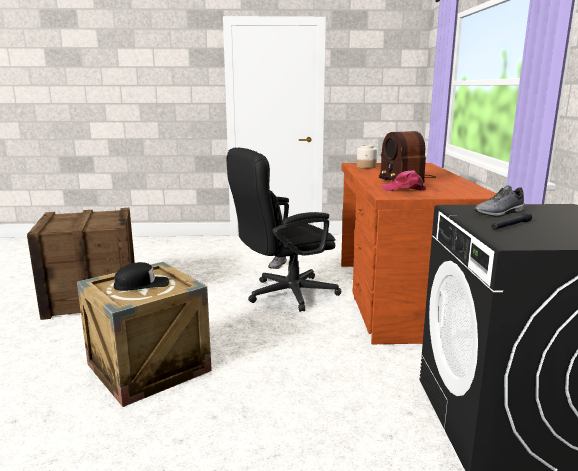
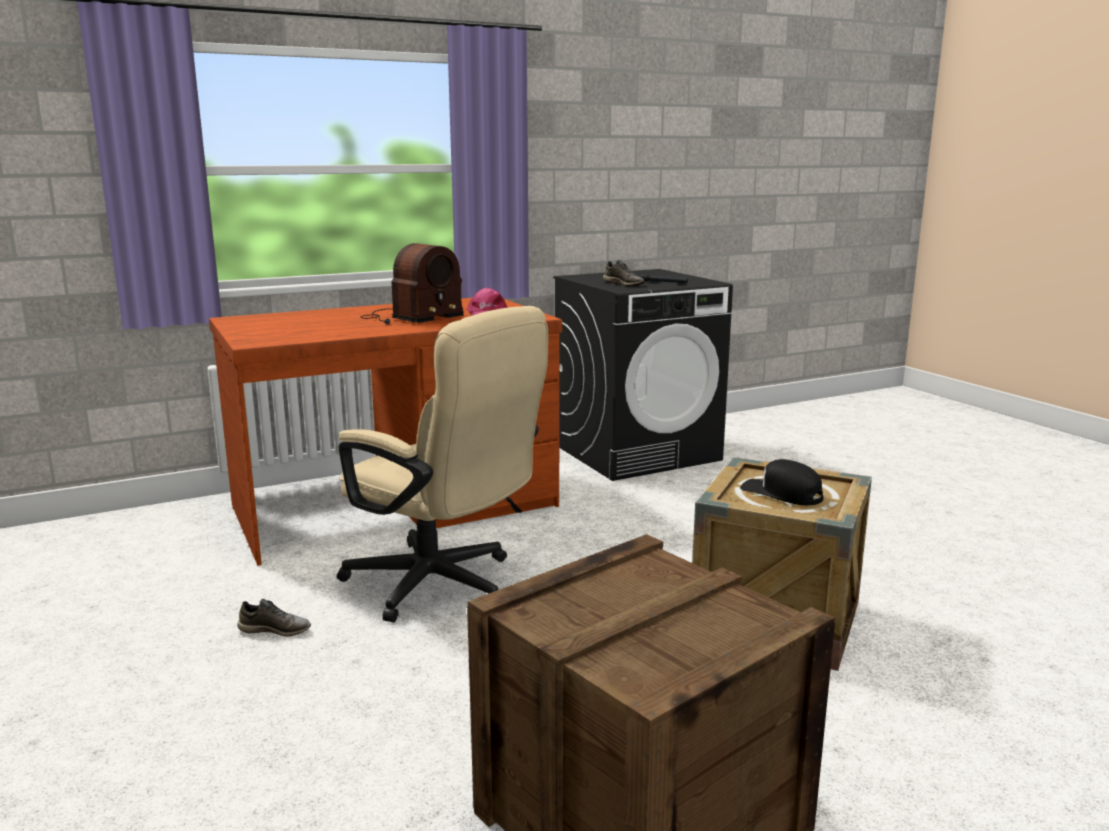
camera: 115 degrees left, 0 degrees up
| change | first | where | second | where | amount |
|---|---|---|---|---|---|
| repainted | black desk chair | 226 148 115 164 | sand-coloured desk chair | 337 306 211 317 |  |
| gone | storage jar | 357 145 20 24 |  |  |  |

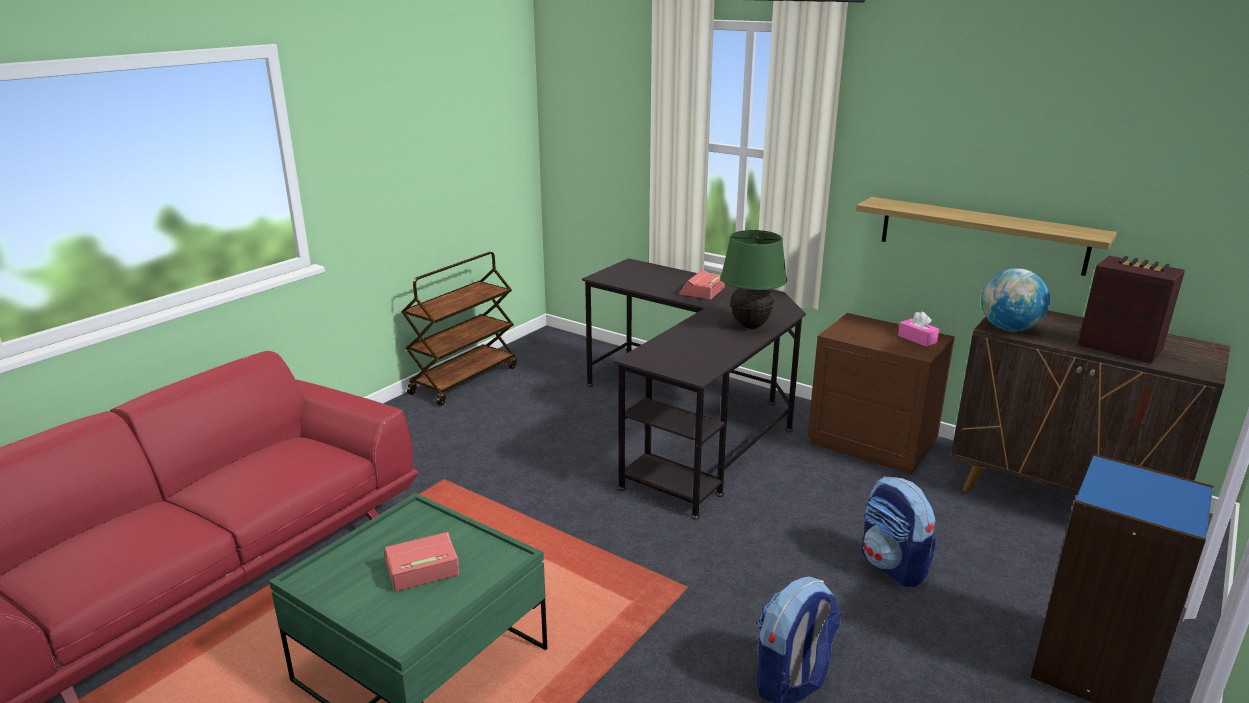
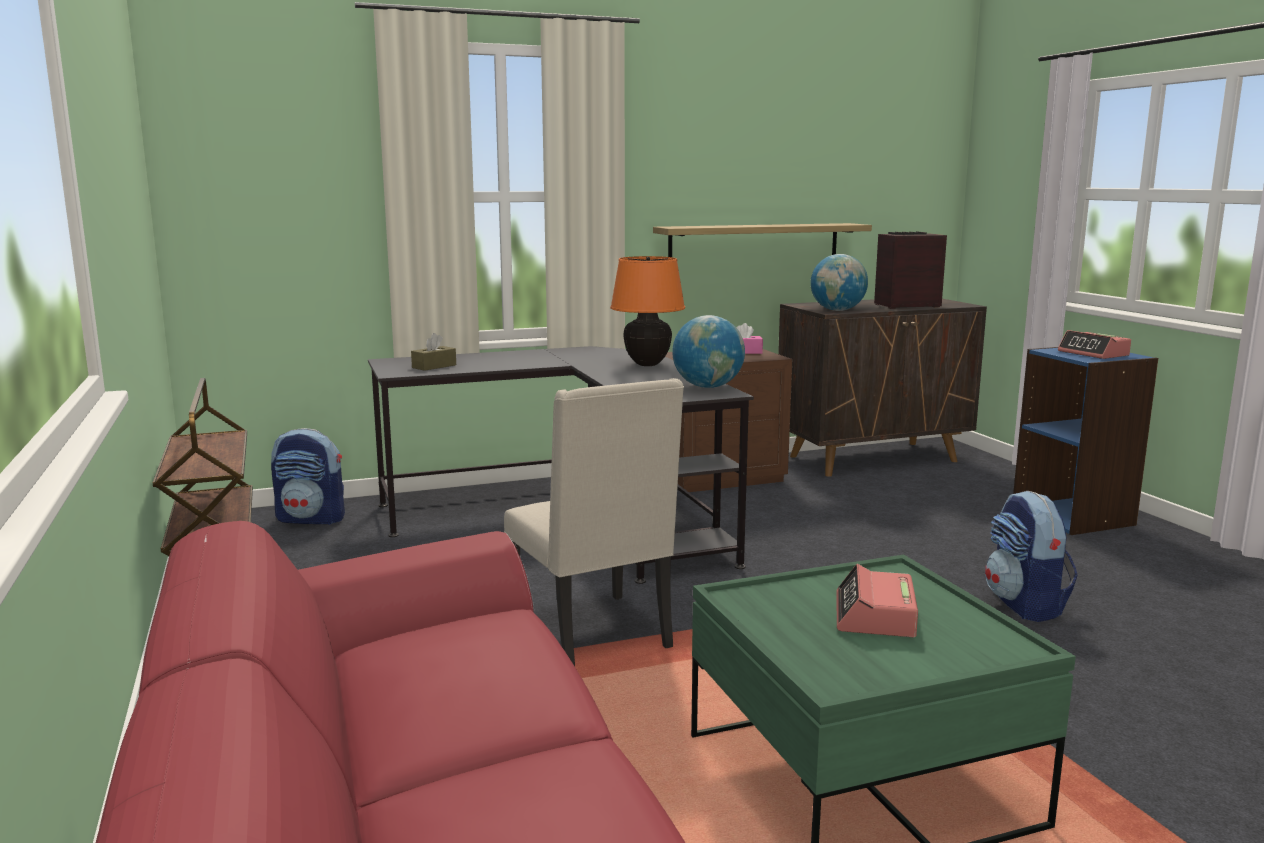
camera: 55 degrees left, 10 degrees down
| change | first | where | second | where | amount |
|---|---|---|---|---|---|
| shifted | rucksack | 861 476 76 111 |  | 271 428 74 97 |  |
| new |  |  | brownish box of tissues | 411 333 45 38 |  |
| new |  |  | sand-coloured chair | 504 378 180 288 |  |
| repainted | green-coloured table lamp | 720 230 67 99 | orange-coloured table lamp | 610 256 75 110 |  |
| new |  |  | globe | 672 315 73 73 |  |
| shifted | bedside clock | 680 269 45 30 |  | 1058 330 73 29 |  |

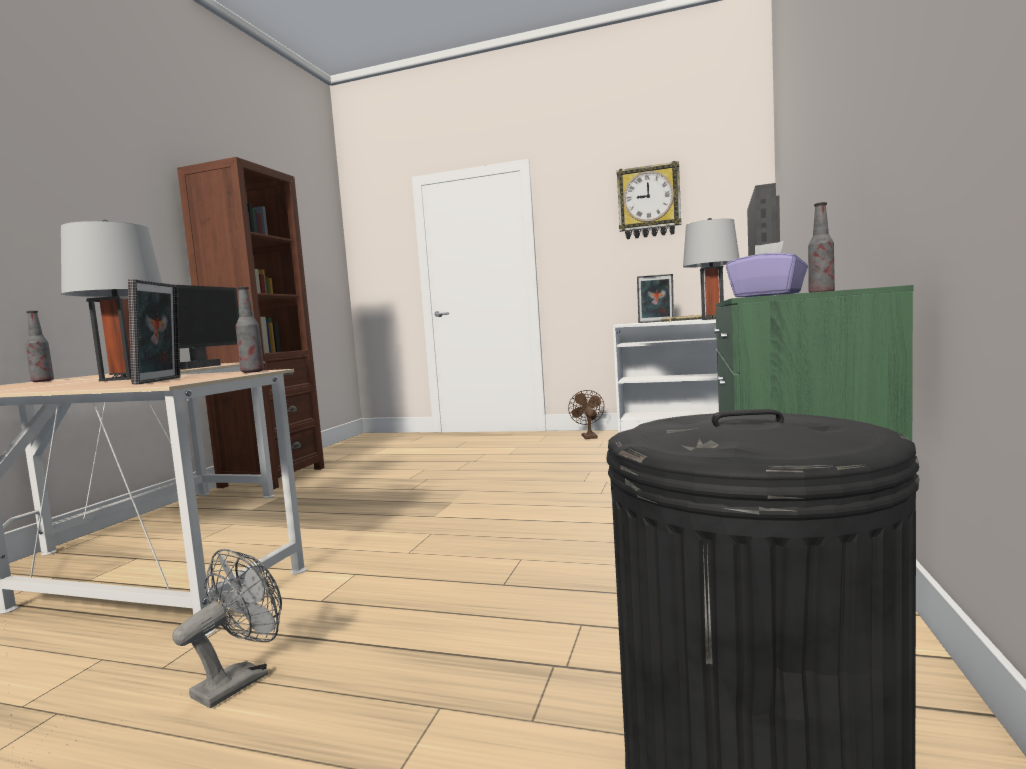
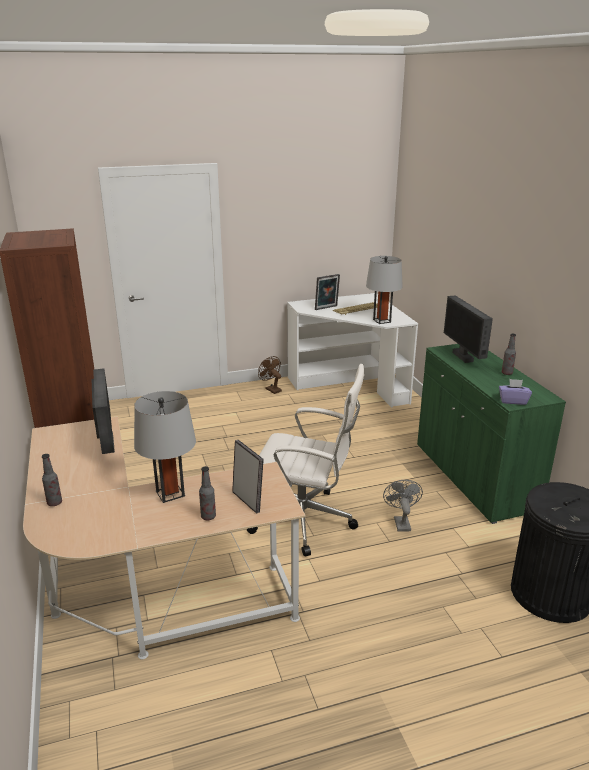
camera: 35 degrees left, 20 degrees up
| change | first | where | second | where | amount |
|---|---|---|---|---|---|
| shifted | drink bottle | 235 287 29 86 |  | 199 466 17 54 |  |
| new |  |  | white desk chair | 247 364 117 193 |  |
| shifted | grey electric fan | 172 549 110 159 |  | 383 480 40 52 |  |
| gone | clock on the wall | 616 161 65 78 |  |  |  |

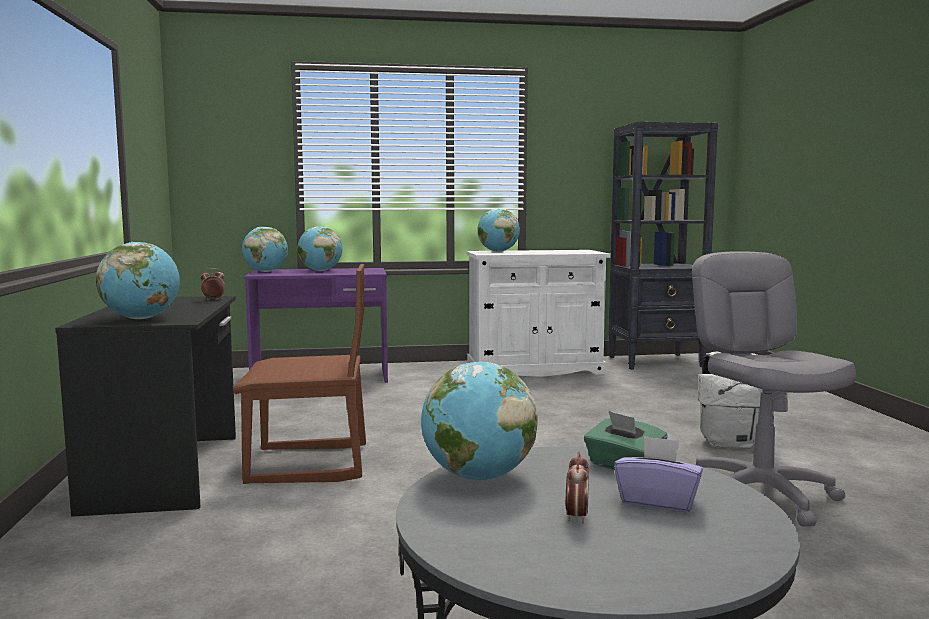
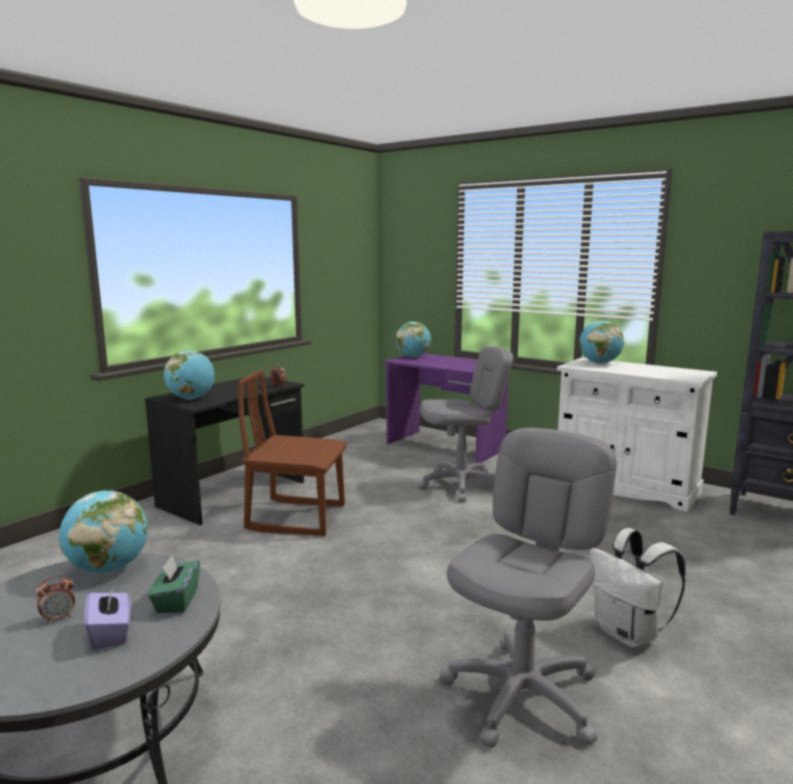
camera: 45 degrees right, 5 degrees up
| change | first | where | second | where | amount |
|---|---|---|---|---|---|
| rotated | brownish chair | 233 264 133 220 |  | 238 370 109 166 | 150 degrees clockwise |
| new |  |  | grey desk chair | 418 346 95 156 |  |
| gone | globe | 298 226 44 45 |  |  |  |

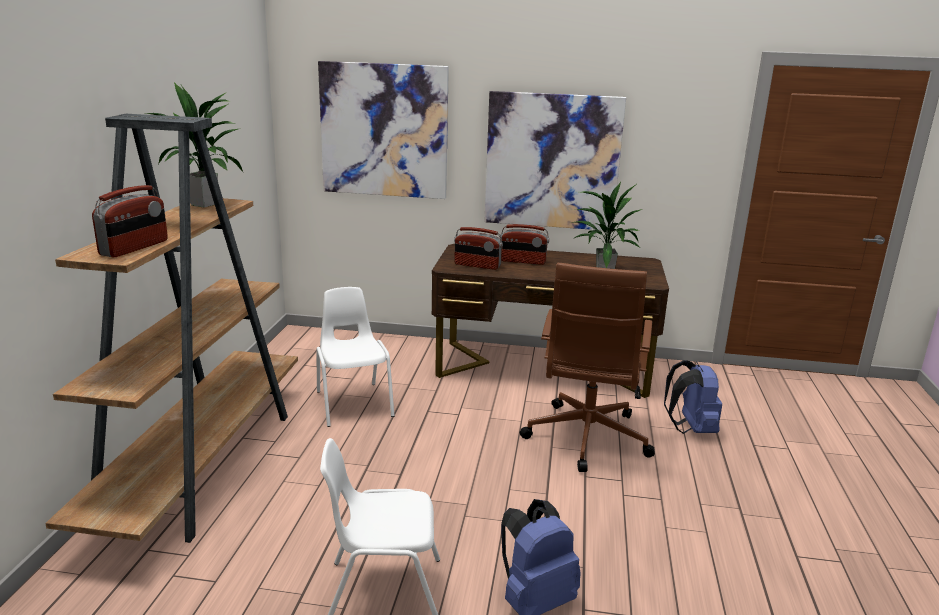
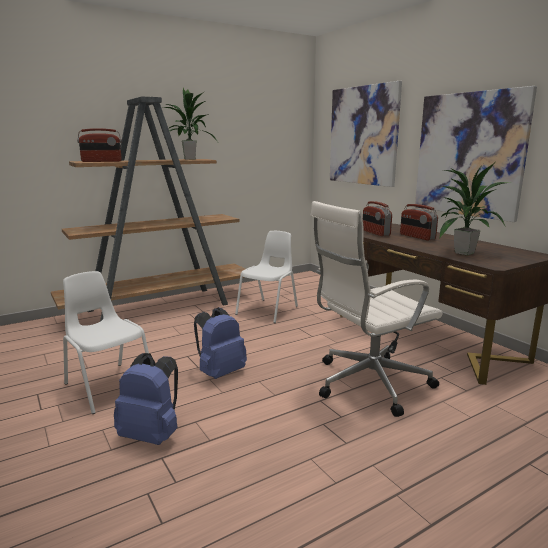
camera: 50 degrees right, 5 degrees down
| change | first | where | second | where | amount |
|---|---|---|---|---|---|
| shifted | bluish rucksack | 664 360 58 74 |  | 194 307 53 72 |  |
| repainted | brownish desk chair | 520 263 135 209 | white desk chair | 310 201 133 216 |  |

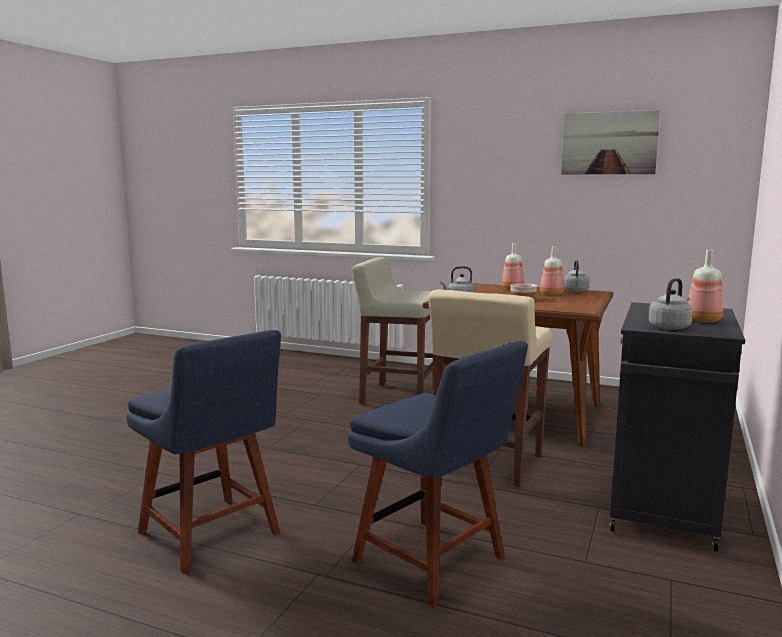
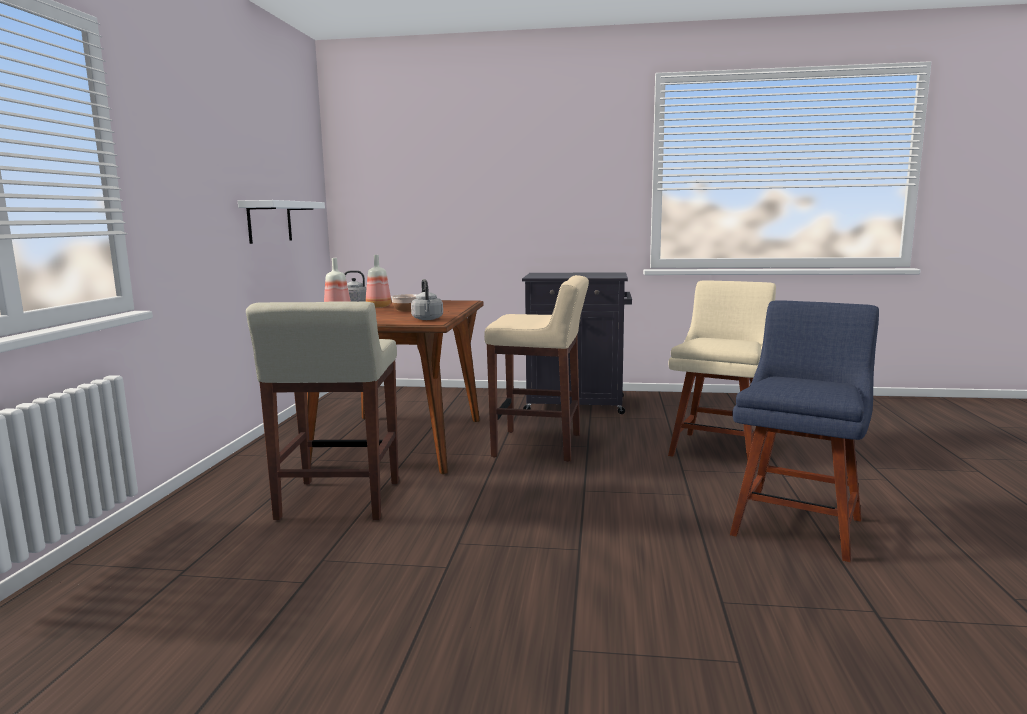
camera: 105 degrees left, 0 degrees up
| change | first | where | second | where | amount |
|---|---|---|---|---|---|
| new |  |  | white wall shelf | 238 200 87 44 |  |
| repainted | bluish chair | 348 341 180 267 | sand-coloured chair | 668 280 108 182 |  |
| gone | picture | 561 110 99 64 |  |  |  |
| gone | grey kettle | 648 278 45 52 |  |  |  |
| gone | drink bottle | 687 250 37 72 |  |  |  |

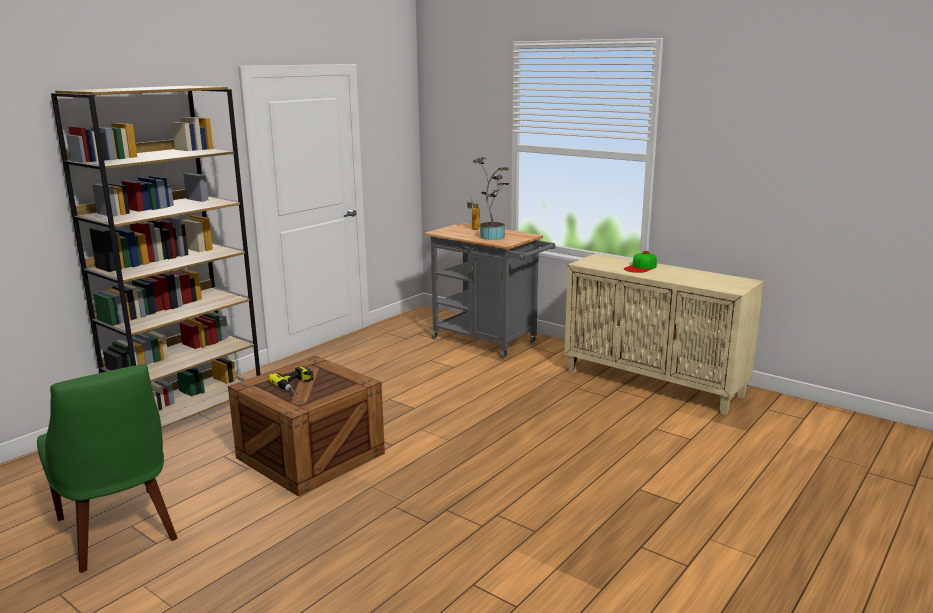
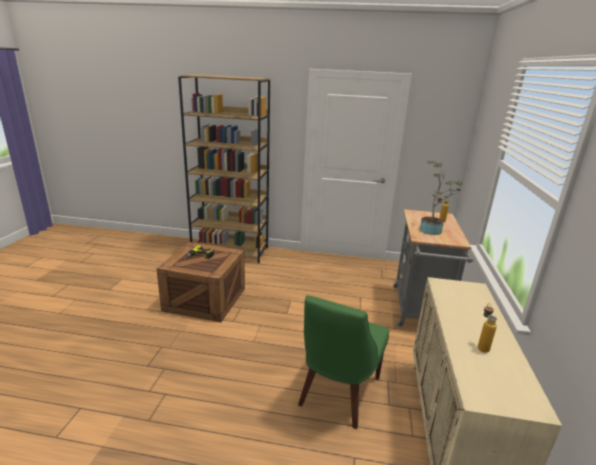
camera: 60 degrees right, 5 degrees up
| change | first | where | second | where | amount |
|---|---|---|---|---|---|
| shifted | green-coloured chair | 37 364 141 209 |  | 298 295 91 134 |  |
| new |  |  | drink bottle | 478 303 19 50 |  |
| gone | baseball cap | 624 251 33 22 |  |  |  |

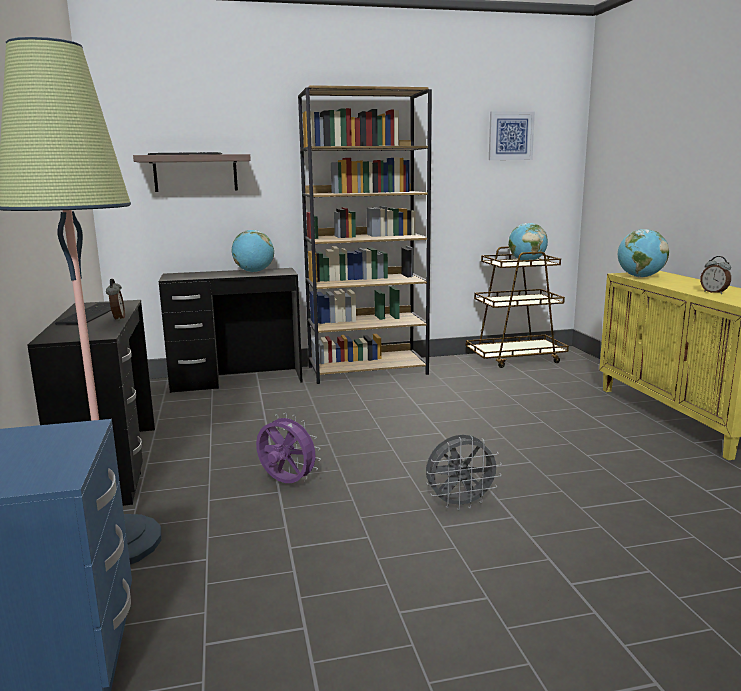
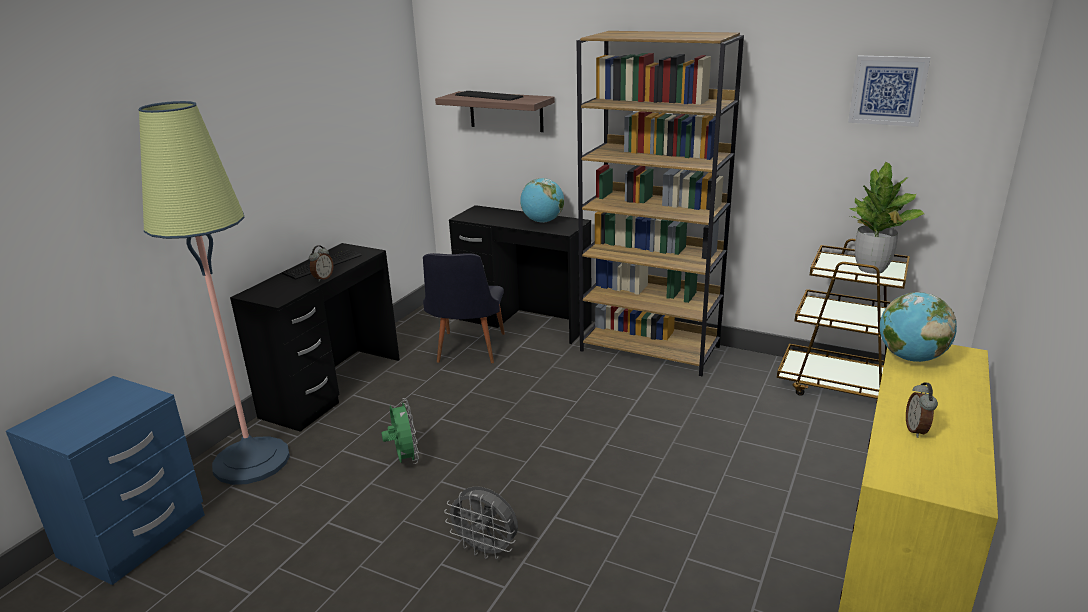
camera: 40 degrees right, 10 degrees up
| change | first | where | second | where | amount |
|---|---|---|---|---|---|
| repainted | purple-coloured electric fan | 256 413 65 70 | green-coloured electric fan | 382 398 37 66 |  |
| new |  |  | black chair | 423 253 82 110 |  |
| swapped | globe | 508 223 40 39 | houseplant | 849 162 75 112 |  |

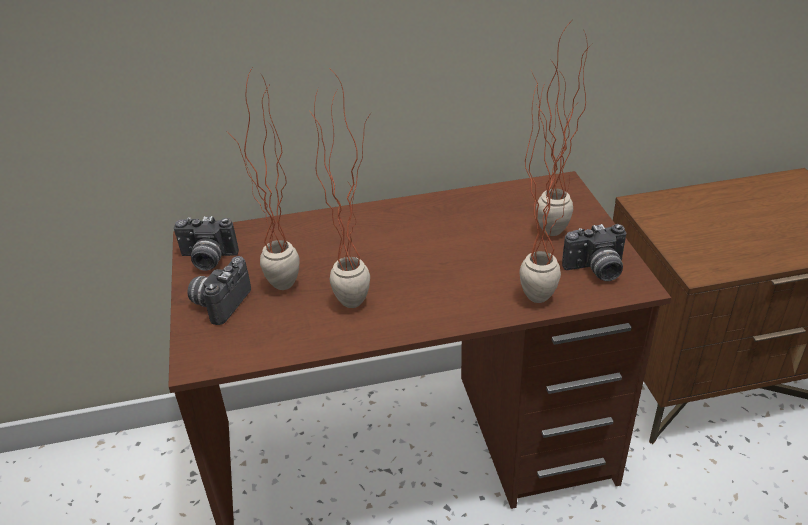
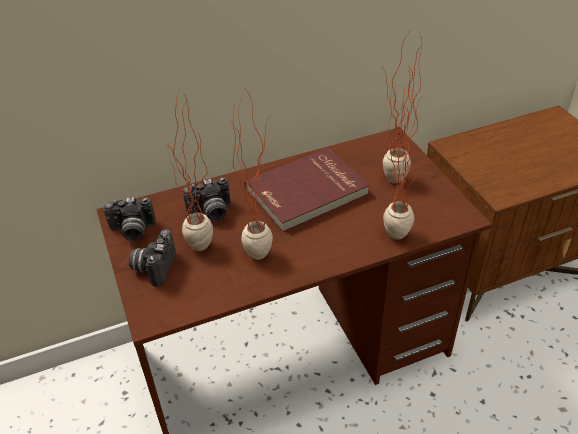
camera: 10 degrees left, 5 degrees up
| change | first | where | second | where | amount |
|---|---|---|---|---|---|
| shifted | photo camera | 562 224 64 57 |  | 183 177 48 44 |  |
| new |  |  | red-coloured bound book | 244 148 126 84 |  |

